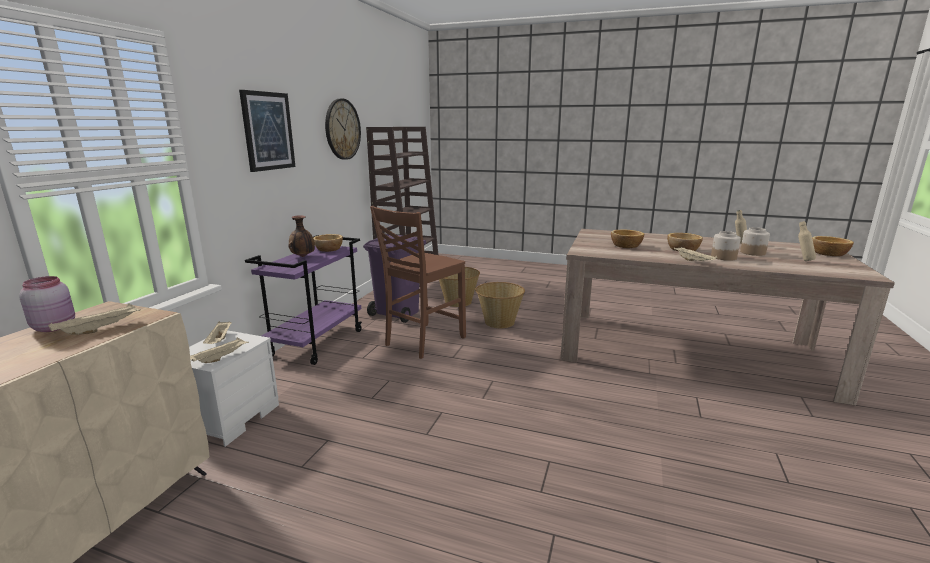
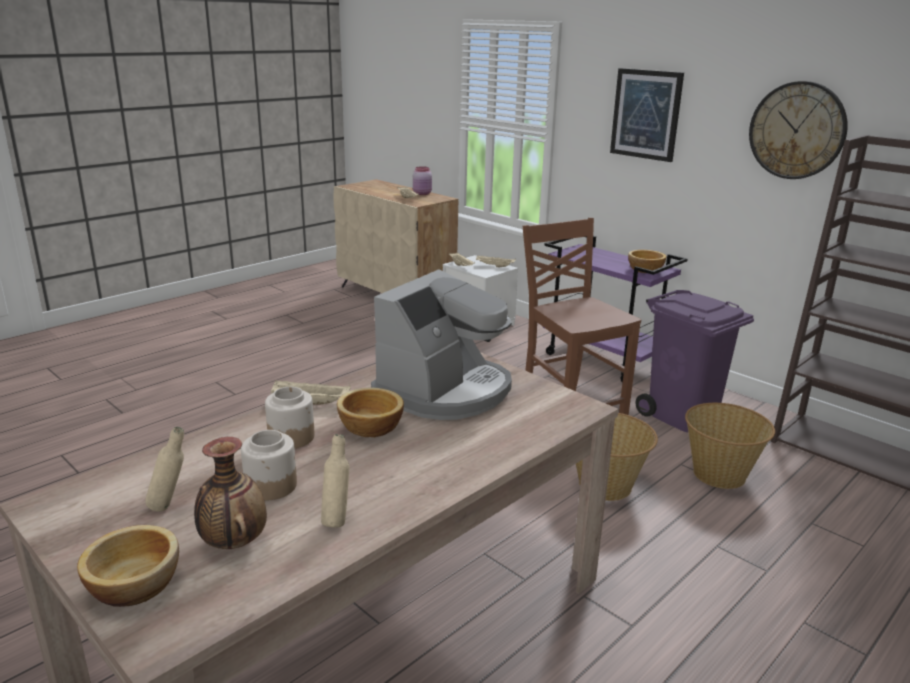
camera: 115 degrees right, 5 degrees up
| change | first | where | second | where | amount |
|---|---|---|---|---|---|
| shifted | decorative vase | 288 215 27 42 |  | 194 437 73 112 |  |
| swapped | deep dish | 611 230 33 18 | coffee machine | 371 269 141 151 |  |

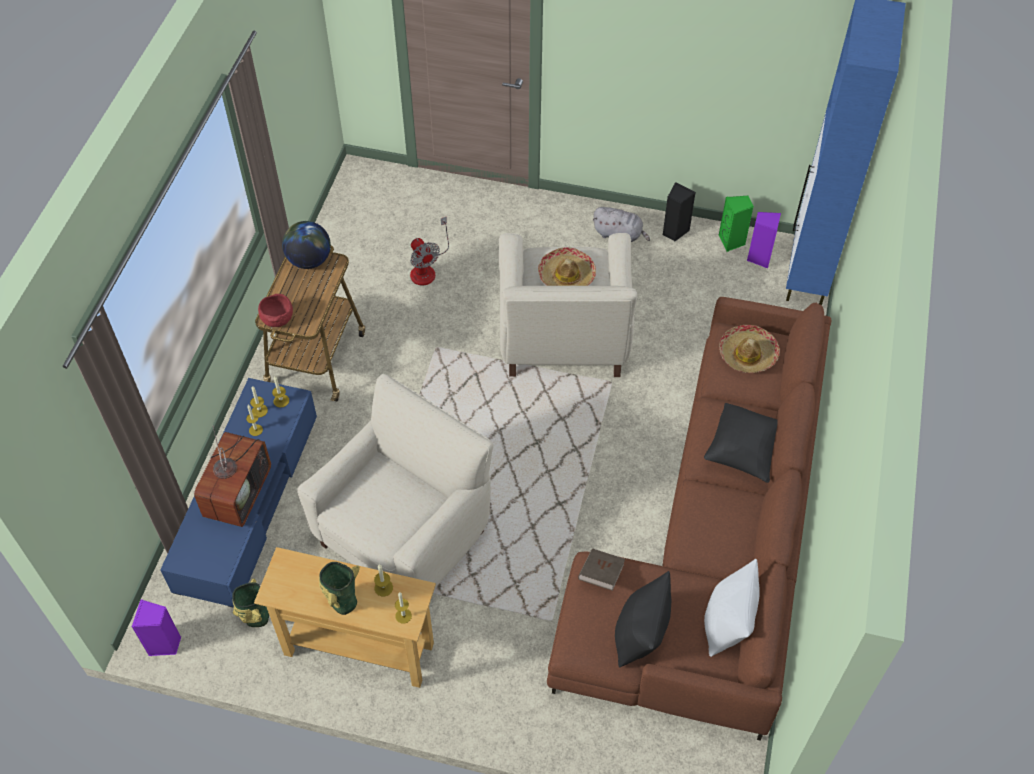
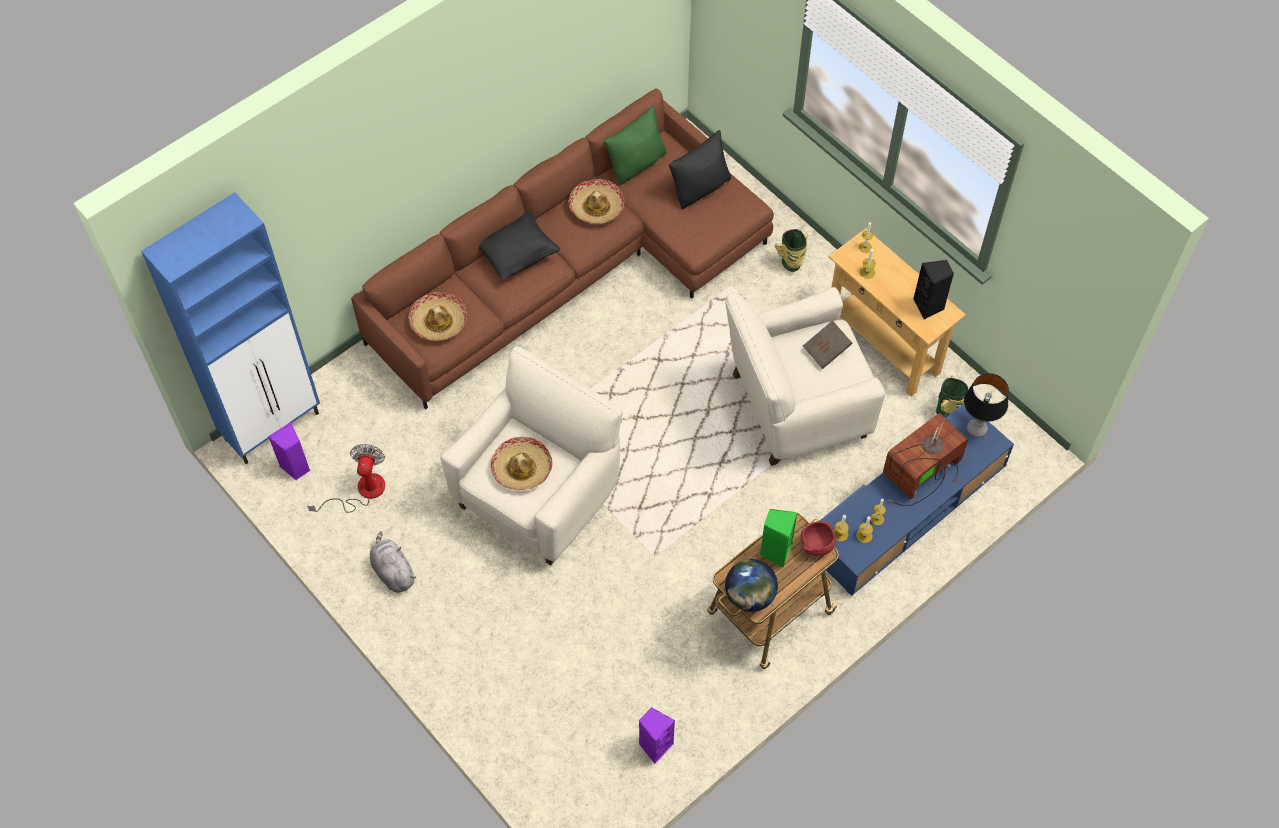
camera: 145 degrees left, 5 degrees up
| change | first | where | second | where | amount |
|---|---|---|---|---|---|
| shifted | electric fan | 410 216 39 70 |  | 307 444 78 69 |  |
| new |  |  | hat | 568 179 56 45 |  |
| repainted | white cushion | 704 559 56 98 | green-coloured cushion | 604 105 63 80 |  |
| shifted | purple-coloured speaker | 131 600 50 56 |  | 639 707 36 57 |  |
| shifted | green-coloured speaker | 718 196 36 56 |  | 760 509 37 59 |  |
| shifted | decorative vase | 319 562 41 53 |  | 775 229 33 43 |  |
| shifted | brownish bound book | 578 548 47 43 |  | 803 320 50 49 |  |
| shifted | black speaker | 662 182 34 59 |  | 913 260 41 59 |  |
| new |  |  | table lamp | 964 373 45 64 |  |

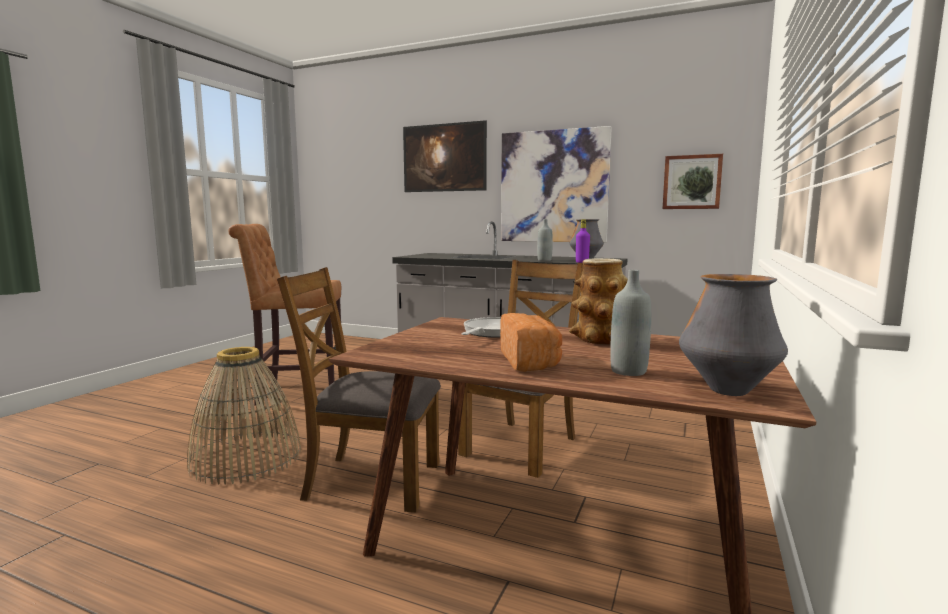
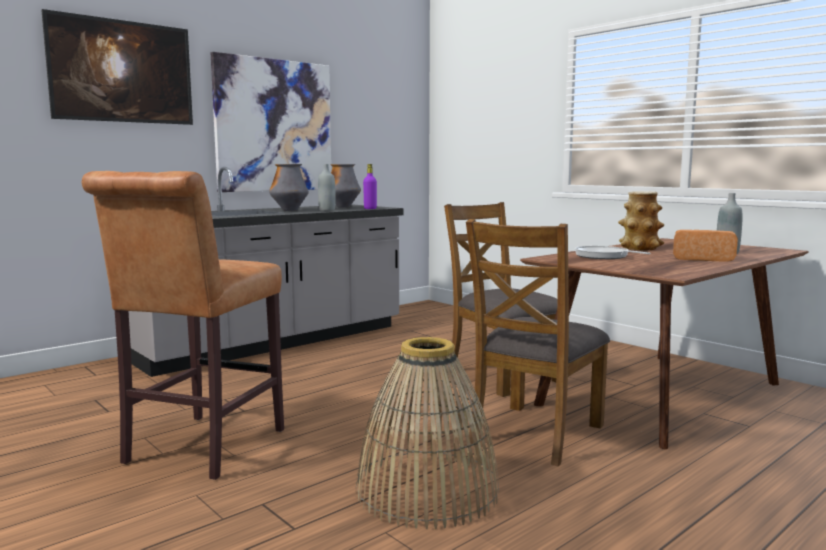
camera: 65 degrees left, 0 degrees up
| change | first | where | second | where | amount |
|---|---|---|---|---|---|
| shifted | decorative vase | 679 274 109 122 |  | 269 164 40 47 |  |
| gone | picture | 662 154 61 55 |  |  |  |

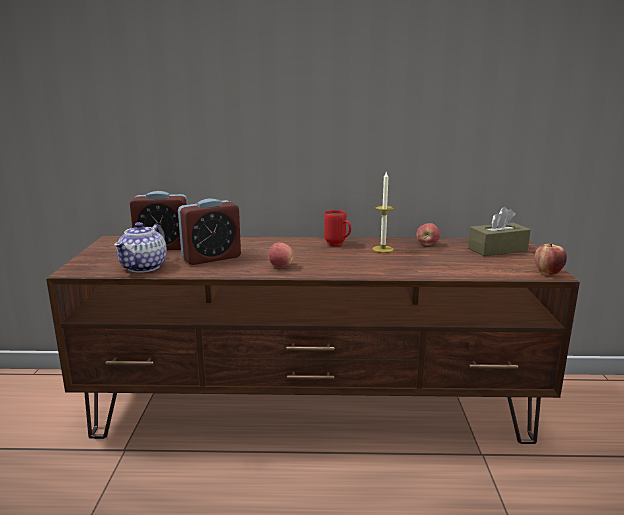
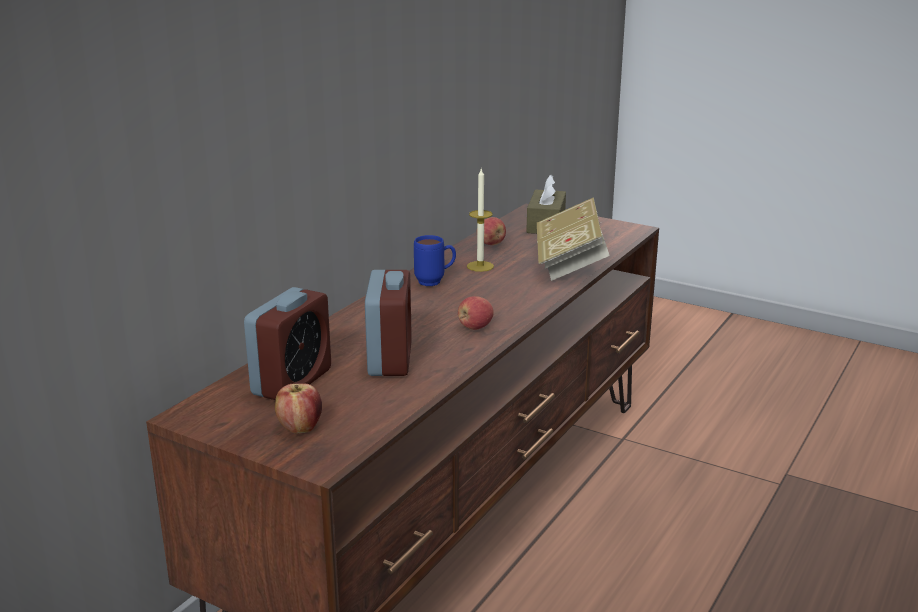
camera: 60 degrees left, 5 degrees up
| change | first | where | second | where | amount |
|---|---|---|---|---|---|
| shifted | apple fruit | 534 243 33 32 |  | 275 383 47 51 |  |
| repainted | red-coloured mug | 324 210 27 36 | bluish mug | 414 235 42 51 |  |
| new |  |  | bound book | 537 197 73 84 |  |
| gone | tea pot | 114 222 53 51 |  |  |  |

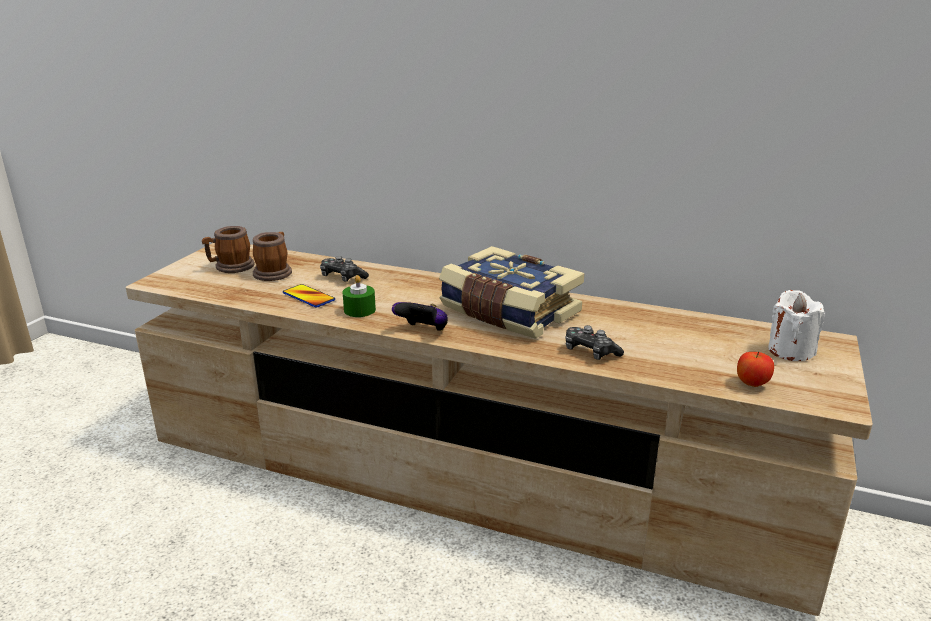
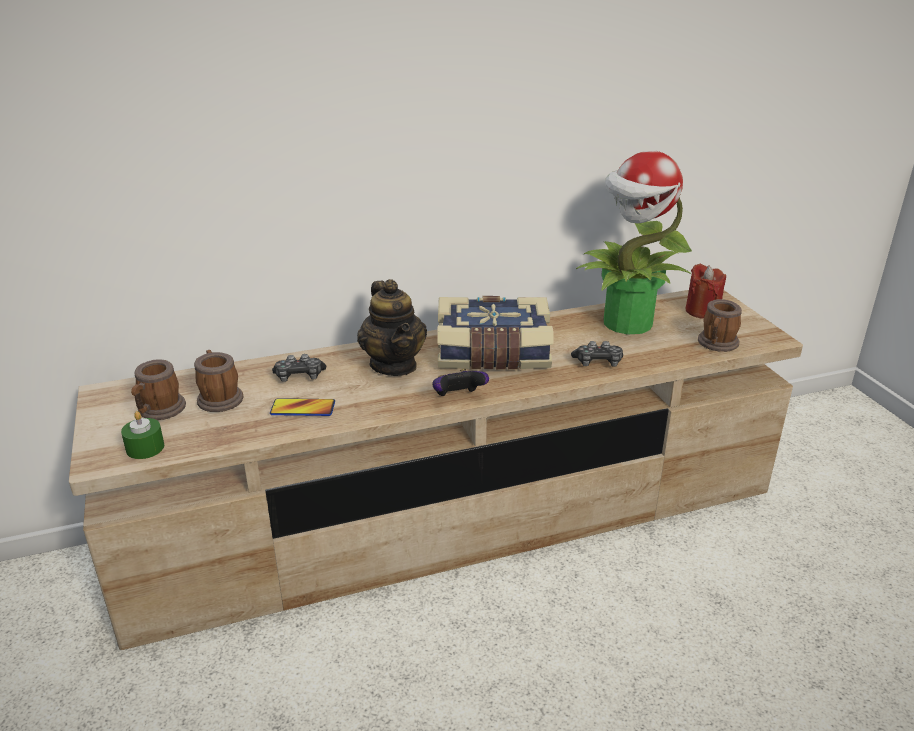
camera: 40 degrees left, 5 degrees up
| change | first | where | second | where | amount |
|---|---|---|---|---|---|
| shifted | green-coloured wax candle | 343 275 33 42 |  | 121 411 43 48 |  |
| new |  |  | tea pot | 357 279 70 97 |  |
| new |  |  | houseplant | 575 151 117 184 |  |
| repainted | white wax candle | 768 290 57 71 | red-coloured wax candle | 686 264 40 55 |  |
| swapped | apple fruit | 737 351 37 36 | mug | 698 299 44 53 |  |

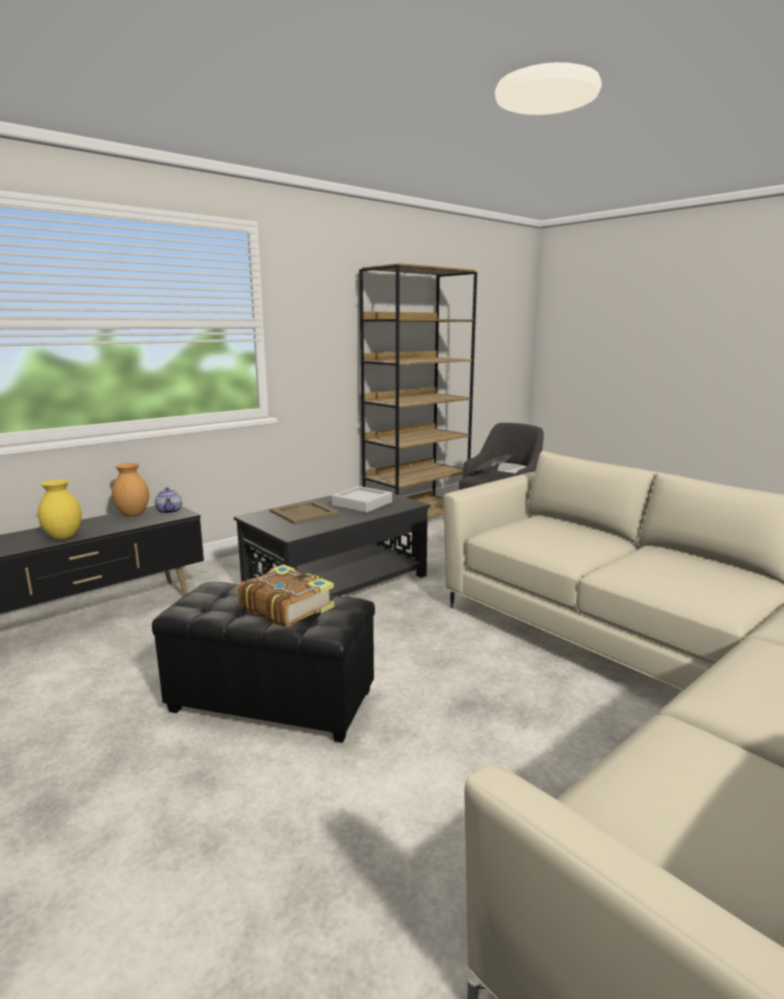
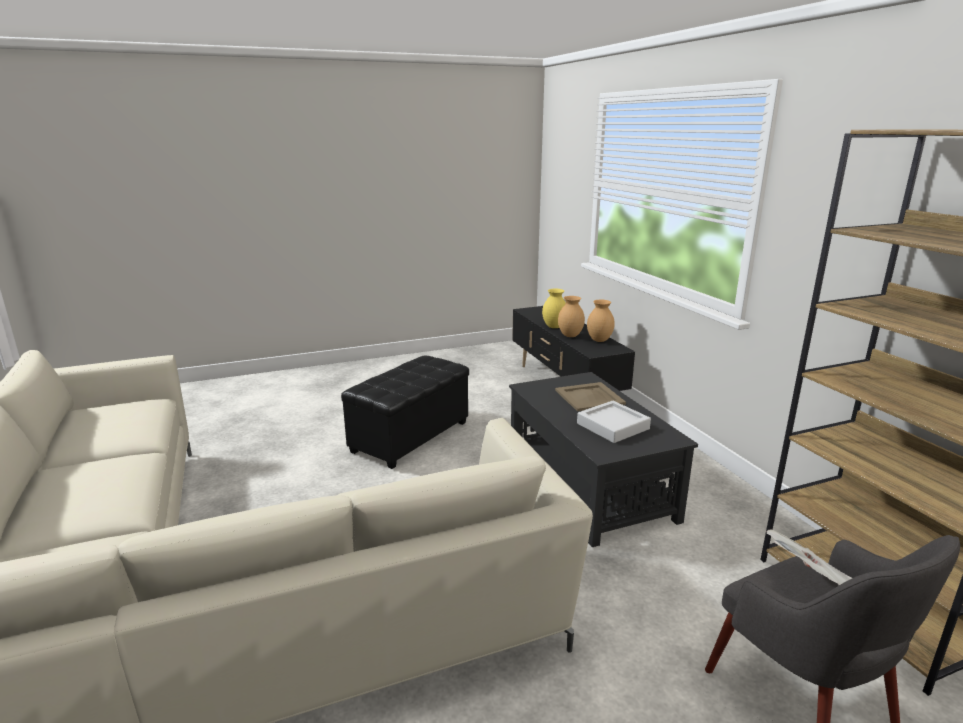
camera: 110 degrees right, 5 degrees up
| change | first | where | second | where | amount |
|---|---|---|---|---|---|
| new |  |  | brownish decorative vase | 558 296 27 41 |  |
| gone | tea pot | 155 487 27 27 |  |  |  |
| gone | bound book | 238 564 96 63 |  |  |  |

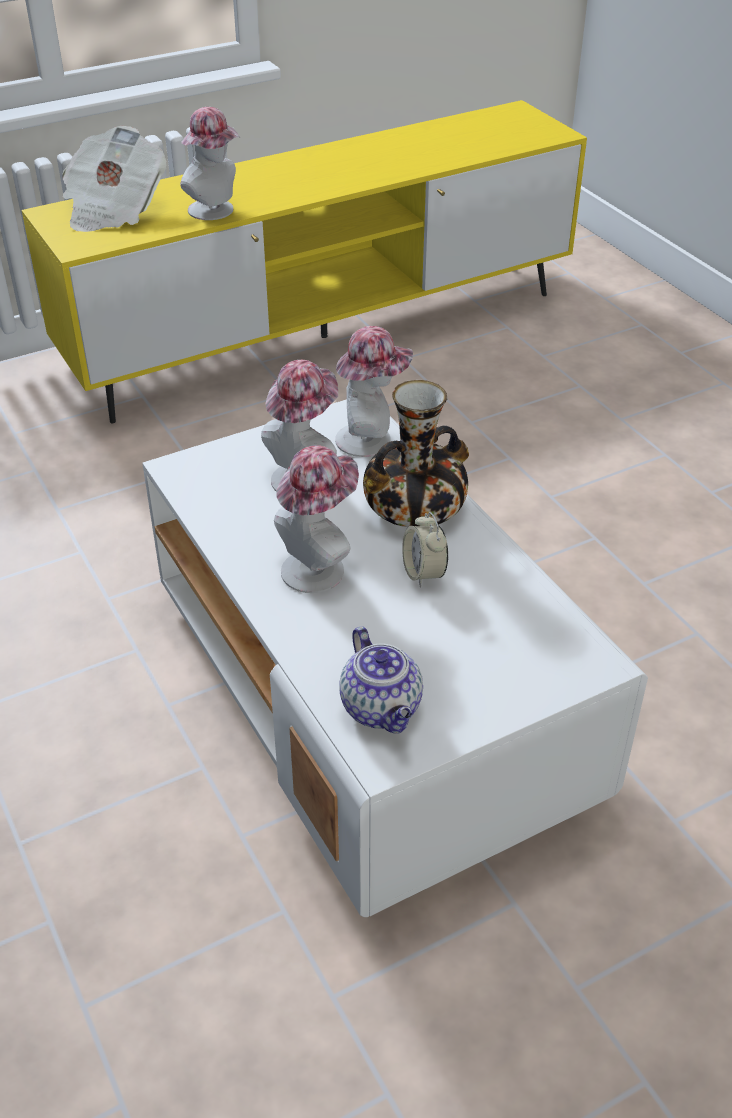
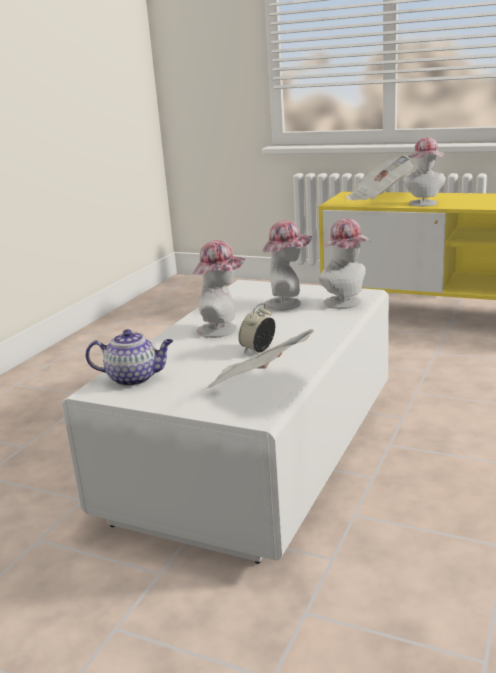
camera: 55 degrees right, 20 degrees down
| change | first | where | second | where | amount |
|---|---|---|---|---|---|
| rotated | tea pot | 339 627 84 106 |  | 85 329 88 57 | 120 degrees counterclockwise |
| new |  |  | daily paper | 201 329 113 62 |  |
| gone | decorative vase | 363 380 106 147 |  |  |  |

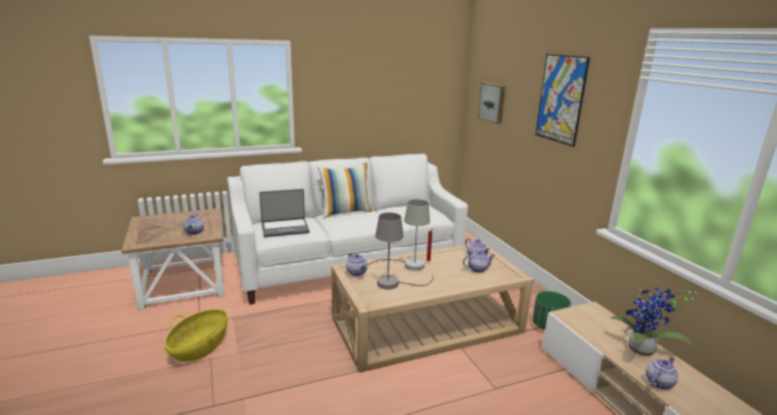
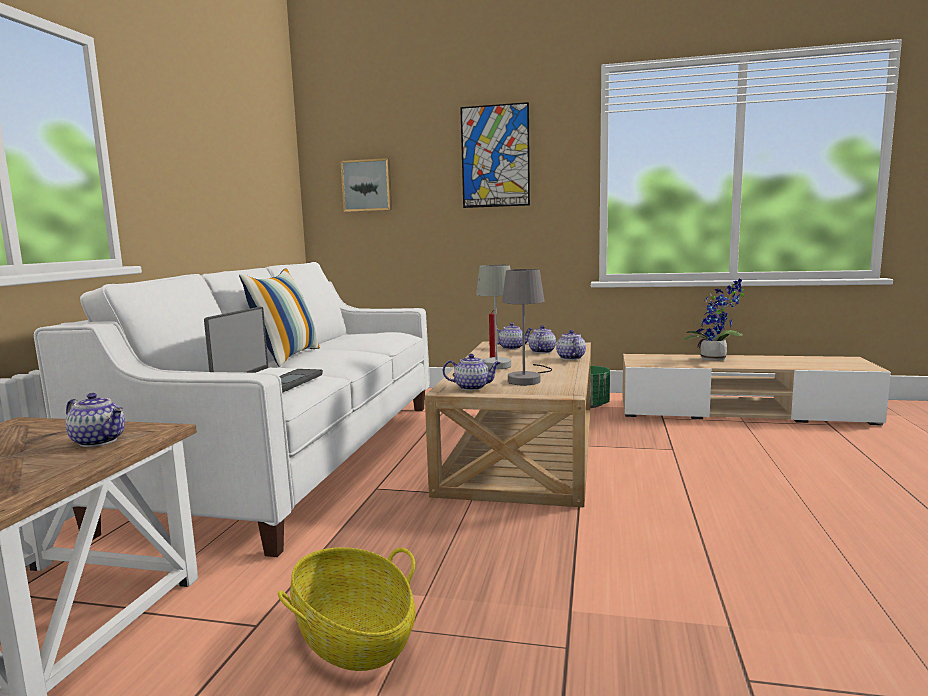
camera: 55 degrees left, 10 degrees down
| change | first | where | second | where | amount |
|---|---|---|---|---|---|
| shifted | tea pot | 646 357 32 33 |  | 556 330 30 30 |  |

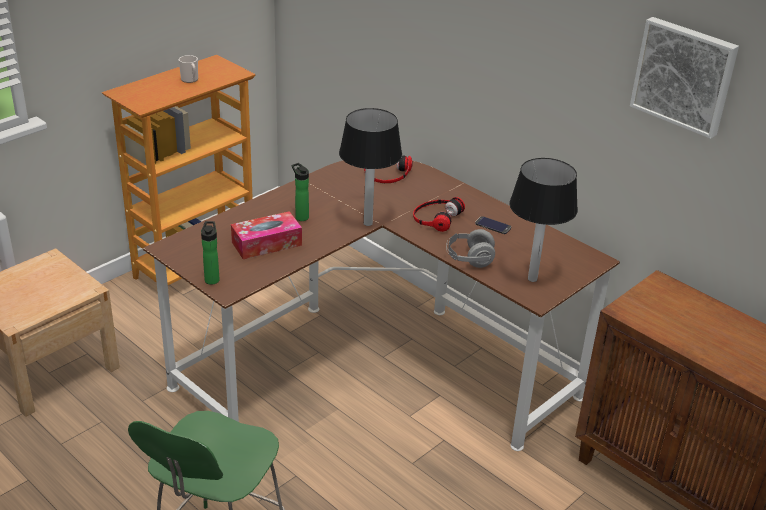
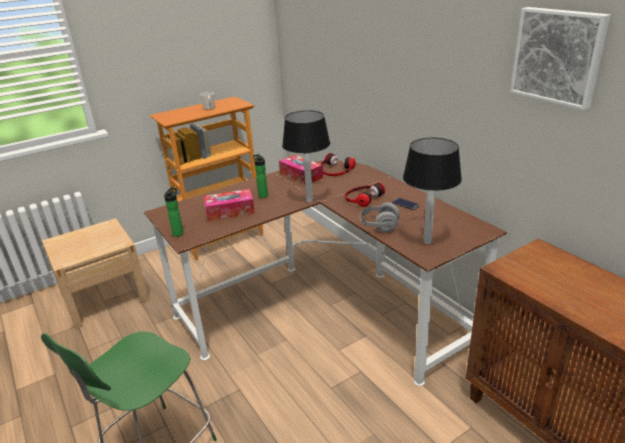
camera: 15 degrees right, 5 degrees down
| change | first | where | second | where | amount |
|---|---|---|---|---|---|
| new |  |  | box of tissues | 279 155 44 29 |  |

